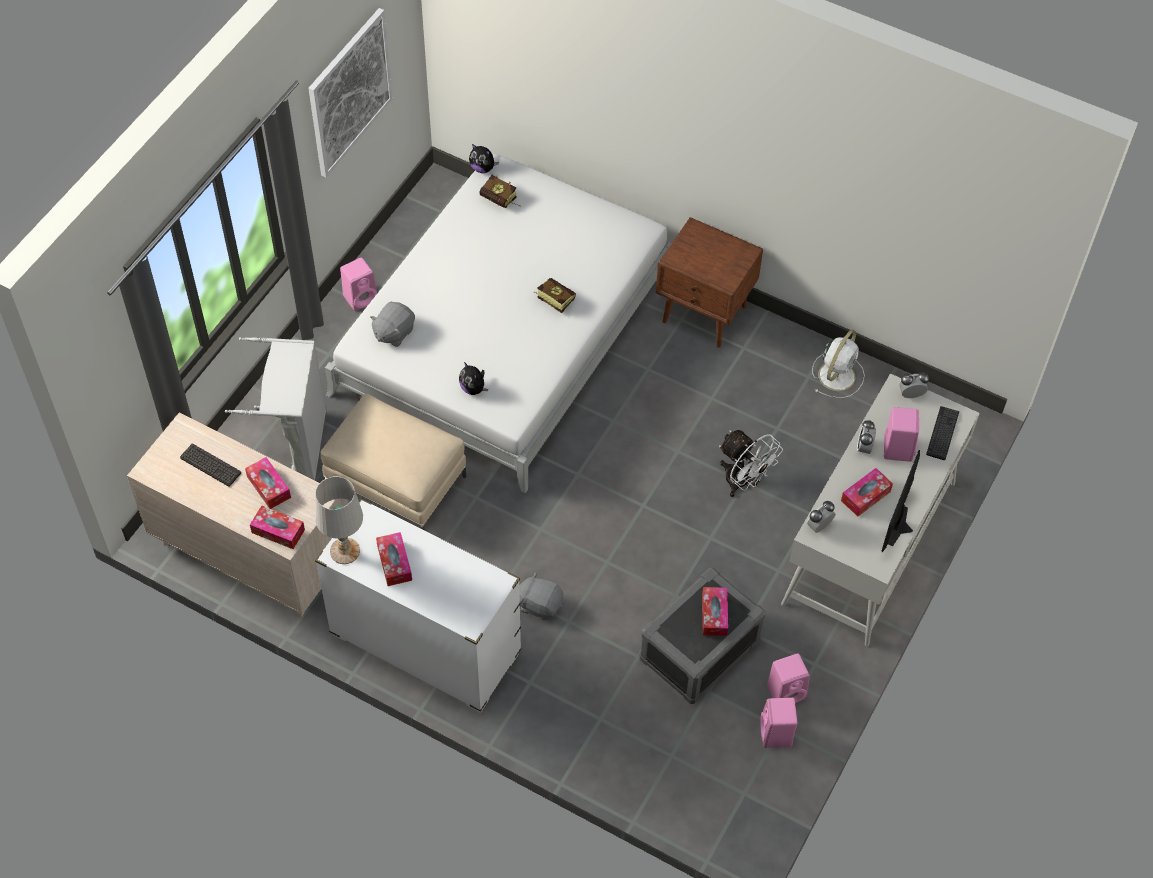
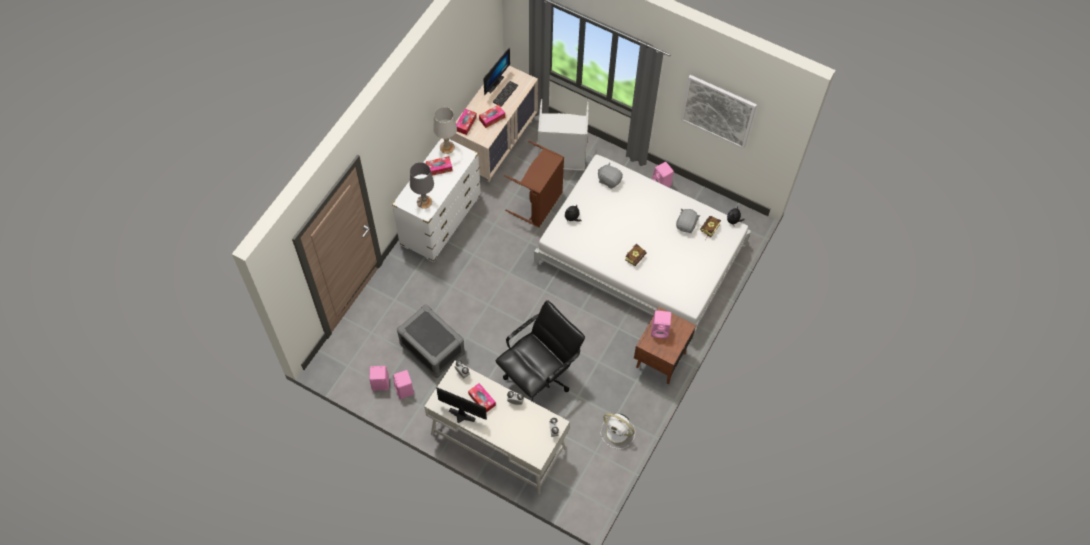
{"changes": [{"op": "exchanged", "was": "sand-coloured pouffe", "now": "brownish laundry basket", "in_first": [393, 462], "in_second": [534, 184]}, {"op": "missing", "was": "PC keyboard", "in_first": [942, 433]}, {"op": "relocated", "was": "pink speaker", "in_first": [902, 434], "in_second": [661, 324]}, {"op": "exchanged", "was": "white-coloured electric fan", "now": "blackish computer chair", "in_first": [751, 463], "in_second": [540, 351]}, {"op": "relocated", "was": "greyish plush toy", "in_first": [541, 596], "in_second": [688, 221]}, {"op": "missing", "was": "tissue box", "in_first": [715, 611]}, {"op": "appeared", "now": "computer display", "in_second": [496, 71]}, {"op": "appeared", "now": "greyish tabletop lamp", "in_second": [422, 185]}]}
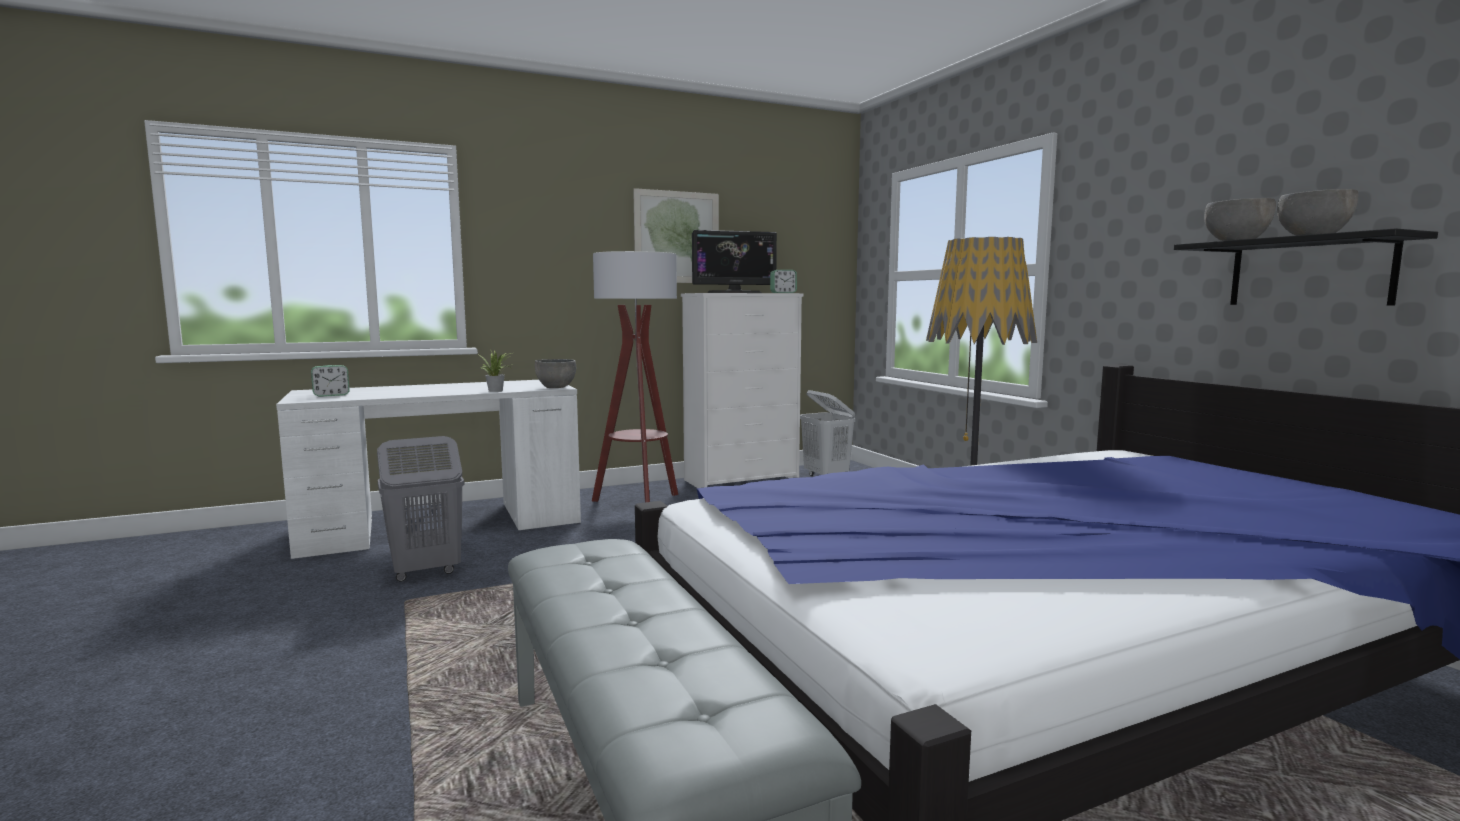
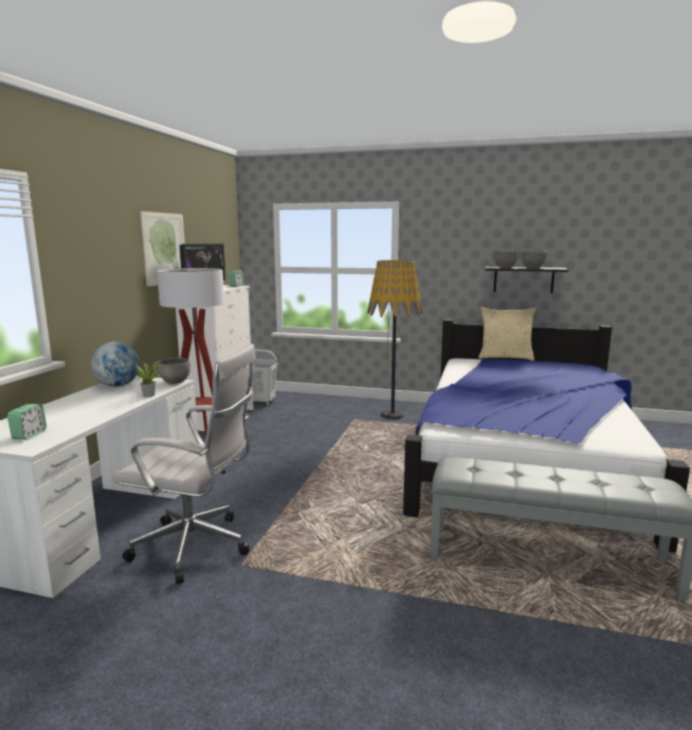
{"changes": [{"op": "exchanged", "was": "greyish laundry basket", "now": "white-coloured computer chair", "in_first": [421, 509], "in_second": [184, 464]}, {"op": "appeared", "now": "sand-coloured throw pillow", "in_second": [507, 334]}, {"op": "appeared", "now": "world globe", "in_second": [115, 364]}]}
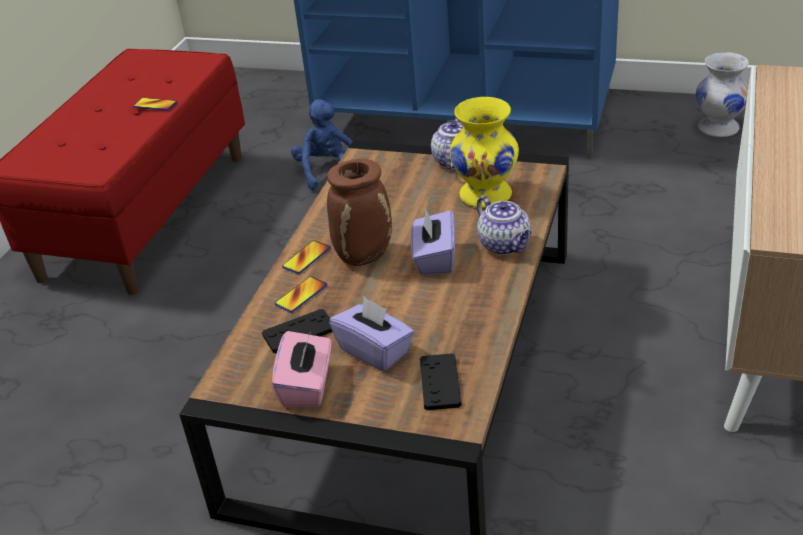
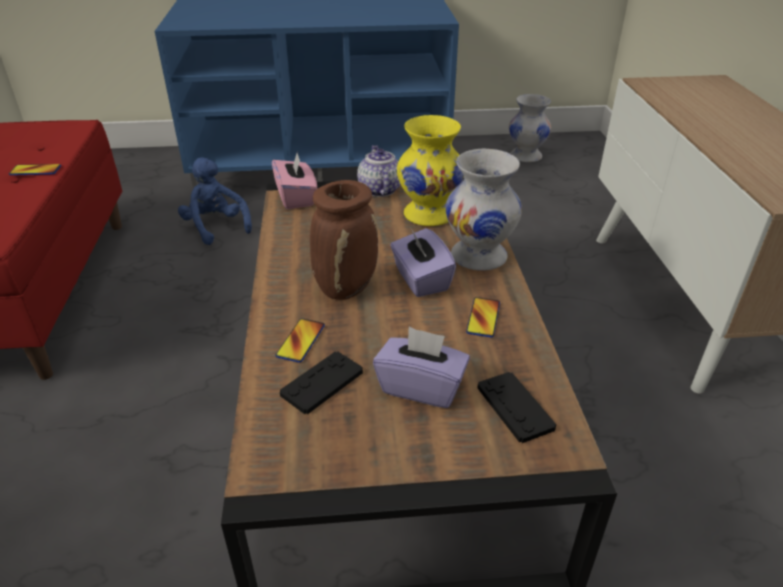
{"changes": [{"op": "exchanged", "was": "pot for tea", "now": "white-coloured vase", "in_first": [504, 225], "in_second": [484, 210]}, {"op": "relocated", "was": "telephone", "in_first": [306, 257], "in_second": [483, 317]}, {"op": "relocated", "was": "pink tissue box", "in_first": [301, 369], "in_second": [295, 181]}]}
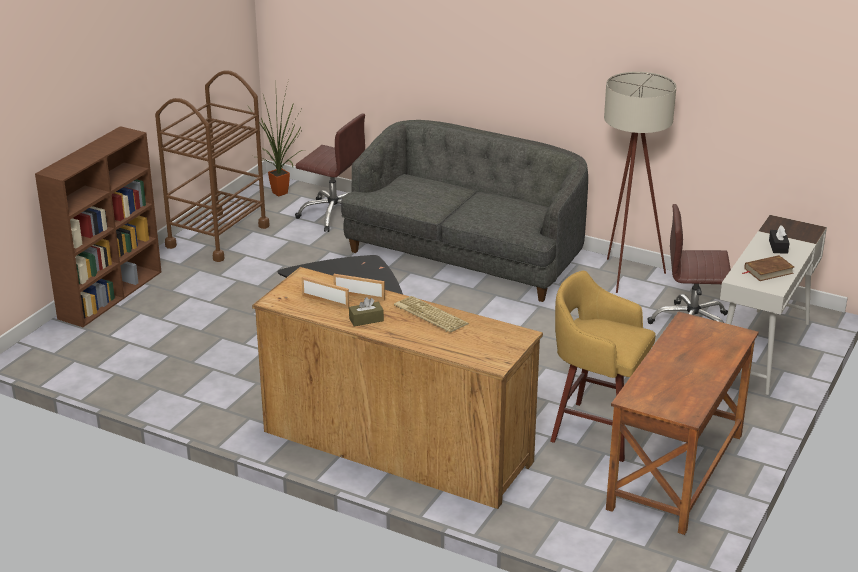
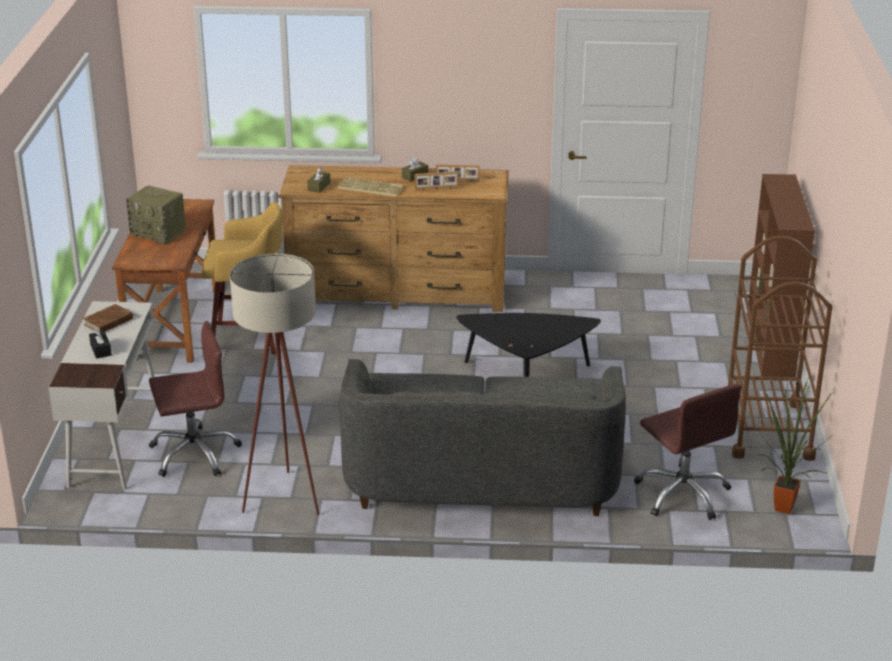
{"changes": [{"op": "spun", "was": "brownish computer chair", "in_first": [330, 172], "in_second": [688, 452], "clockwise": -120}, {"op": "appeared", "now": "brownish tissue box", "in_second": [318, 180]}, {"op": "appeared", "now": "radio", "in_second": [156, 215]}]}
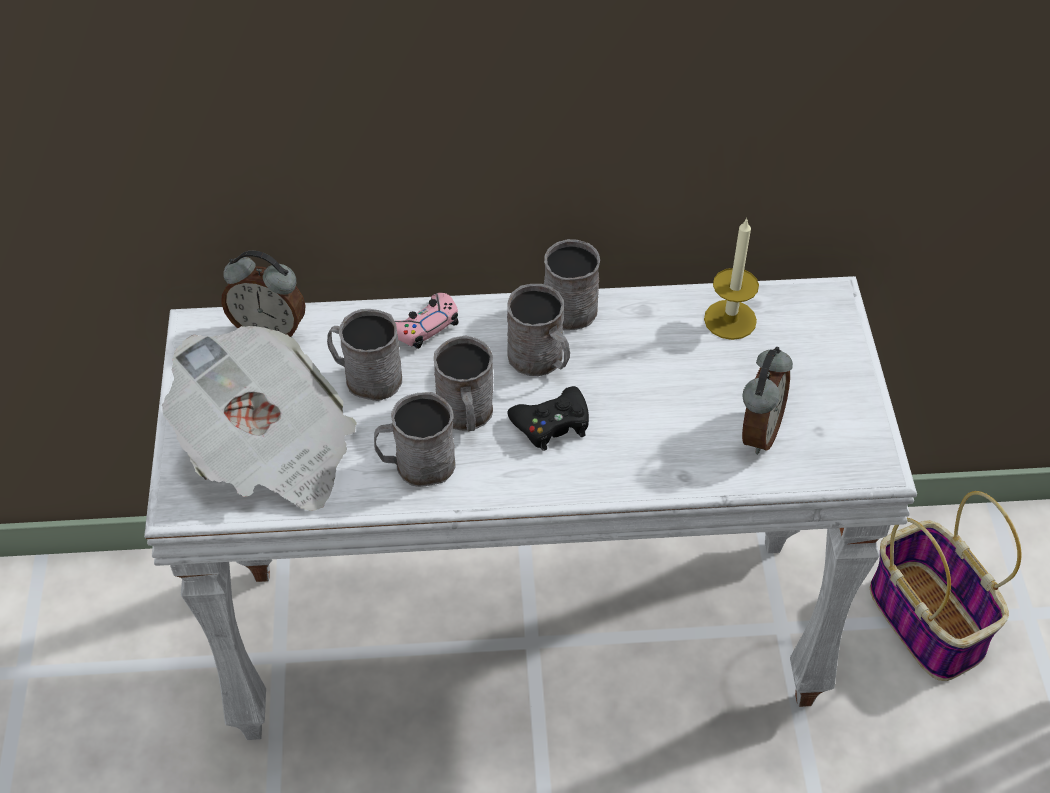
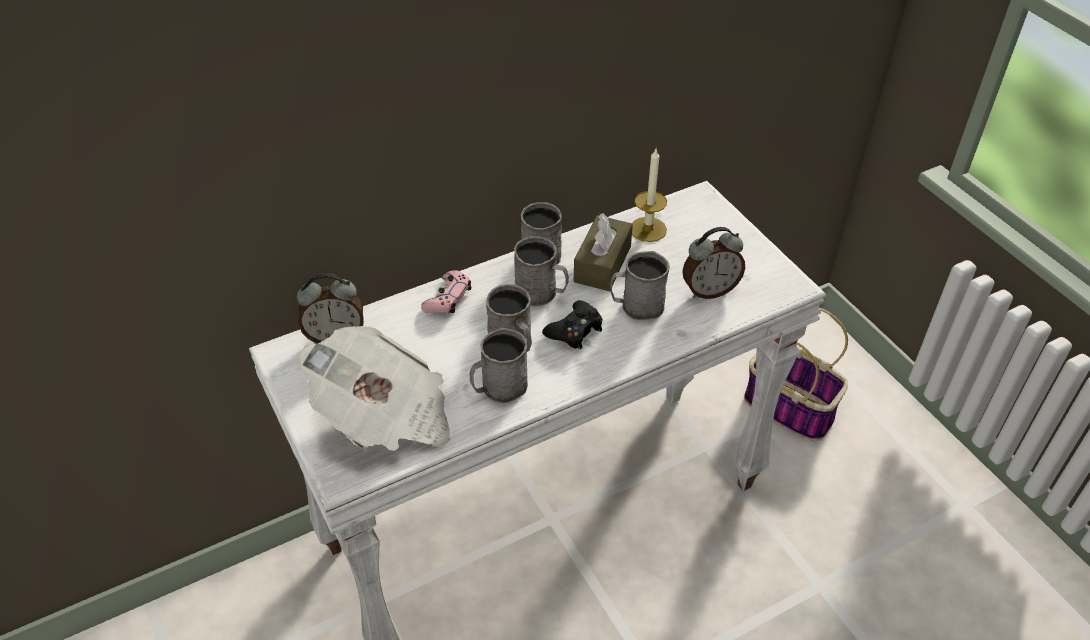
{"changes": [{"op": "relocated", "was": "greyish coffee mug", "in_first": [364, 355], "in_second": [640, 285]}, {"op": "spun", "was": "alarm clock", "in_first": [767, 400], "in_second": [713, 263], "clockwise": 75}, {"op": "appeared", "now": "brownish tissue box", "in_second": [603, 252]}]}
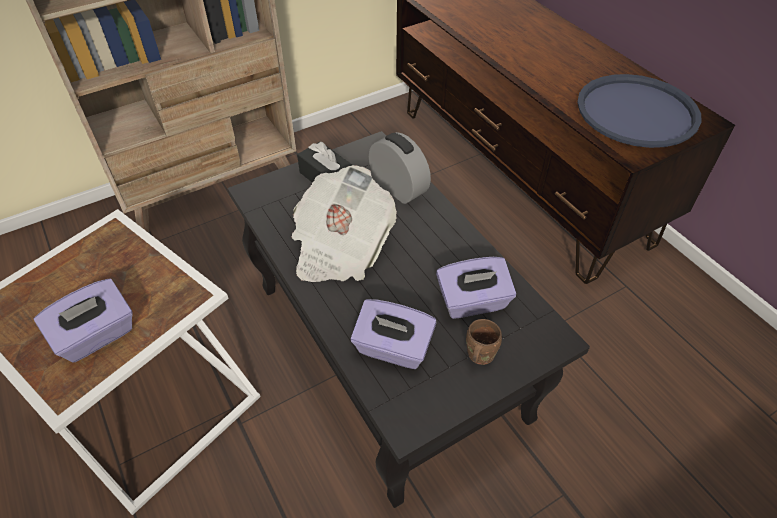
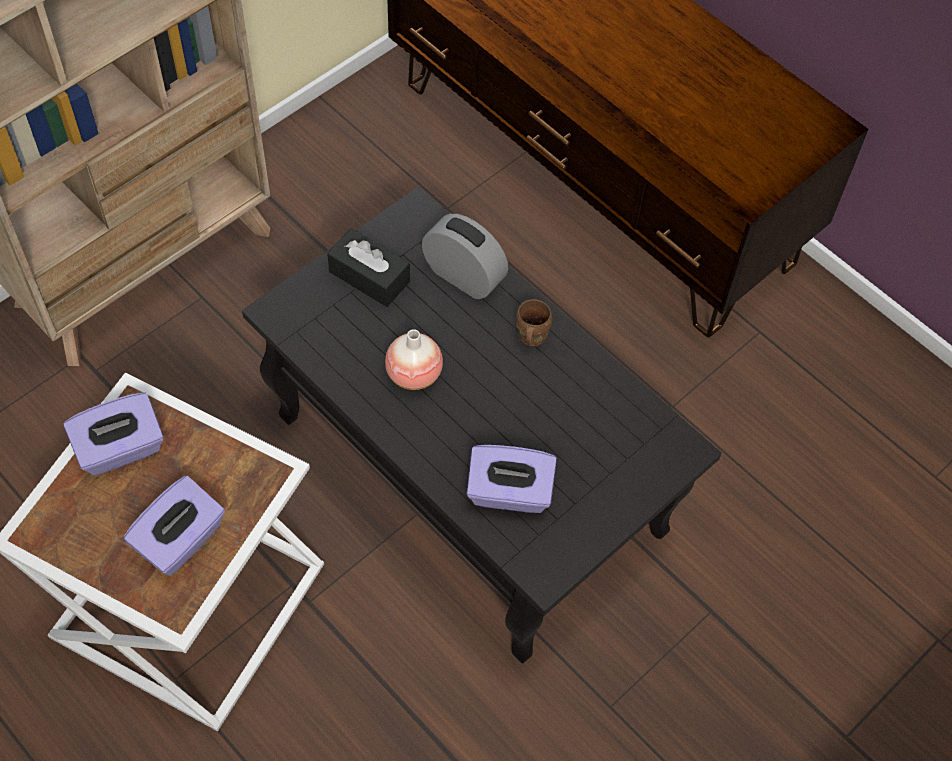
{"changes": [{"op": "missing", "was": "bluish serving tray", "in_first": [639, 111]}, {"op": "exchanged", "was": "daily paper", "now": "vase", "in_first": [344, 223], "in_second": [414, 359]}, {"op": "relocated", "was": "purple-coloured tissue box", "in_first": [476, 288], "in_second": [114, 434]}, {"op": "relocated", "was": "brownish coffee mug", "in_first": [484, 342], "in_second": [534, 322]}]}
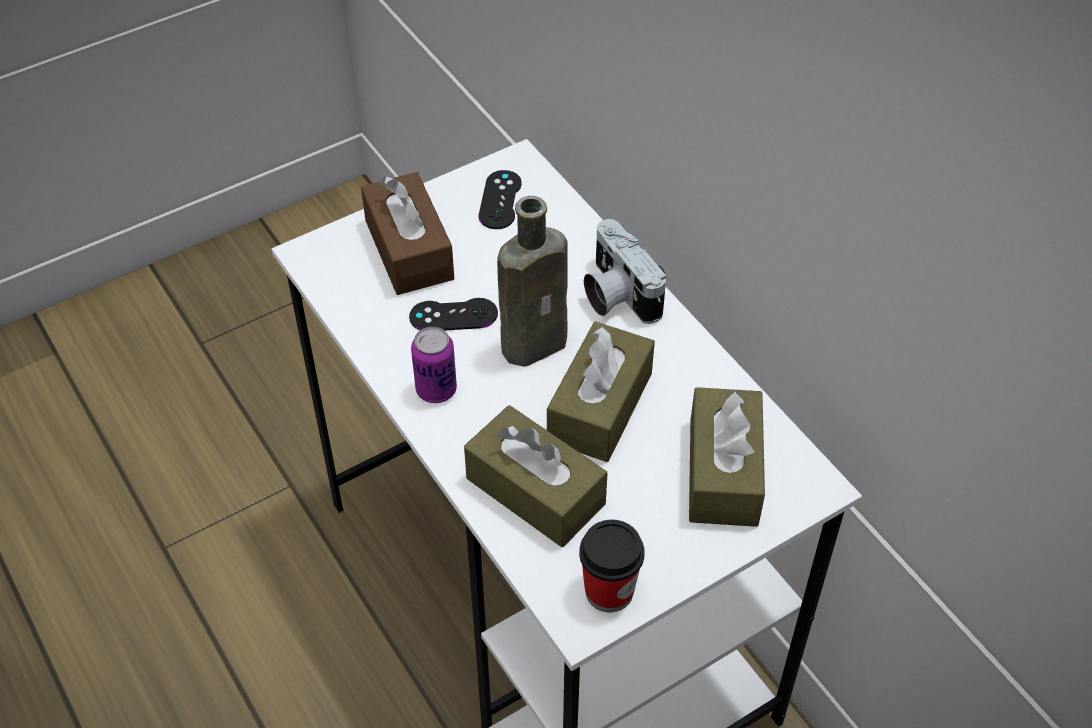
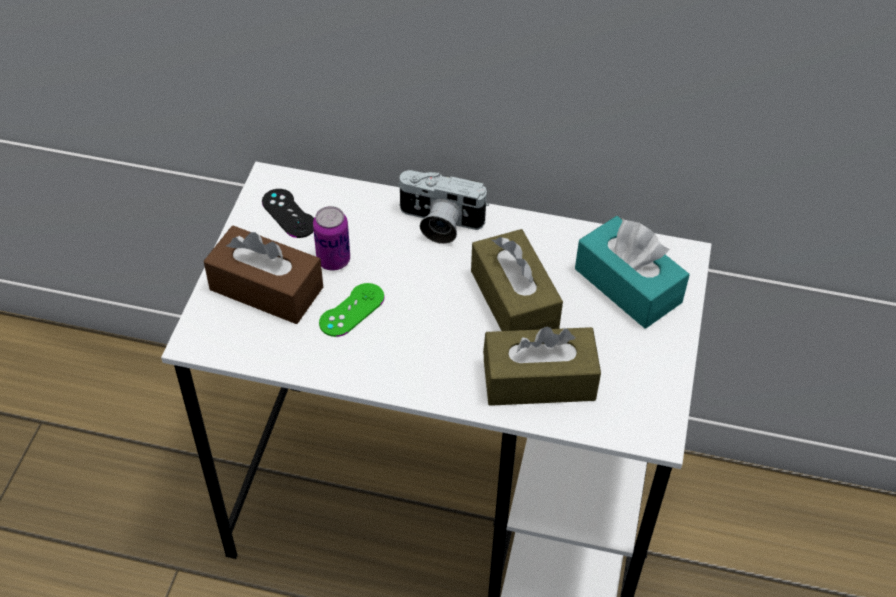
{"changes": [{"op": "missing", "was": "brownish drink bottle", "in_first": [532, 281]}, {"op": "colour", "was": "blackish gamepad", "now": "greenish gamepad", "in_first": [453, 314], "in_second": [352, 310]}, {"op": "relocated", "was": "metal can", "in_first": [434, 365], "in_second": [331, 238]}, {"op": "colour", "was": "brownish tissue box", "now": "turquoise tissue box", "in_first": [727, 457], "in_second": [632, 272]}, {"op": "missing", "was": "cup", "in_first": [612, 566]}]}
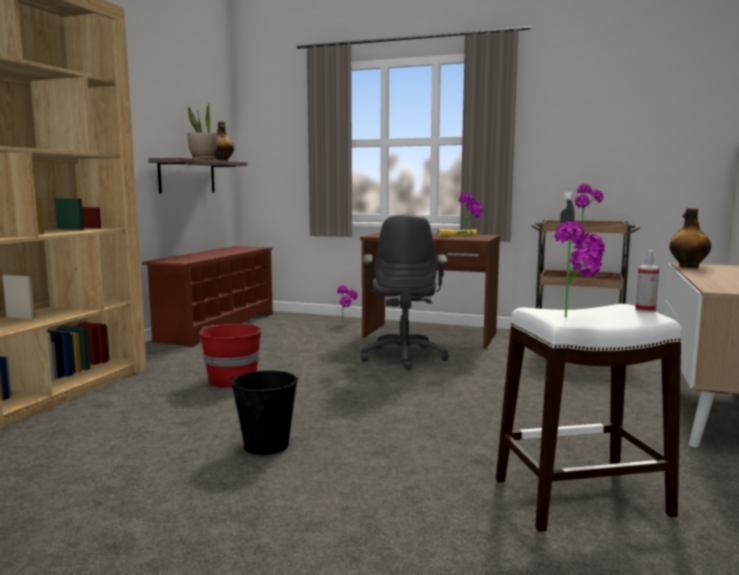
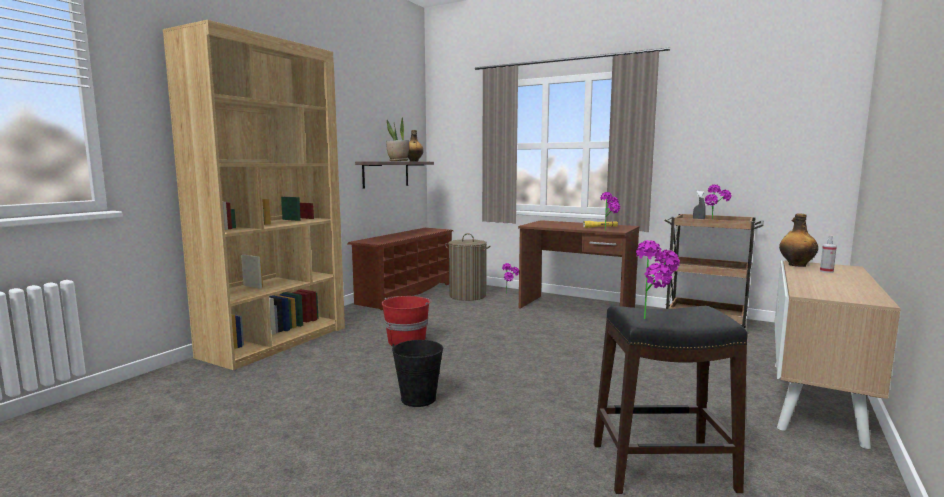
{"changes": [{"op": "missing", "was": "greyish computer chair", "in_first": [405, 292]}, {"op": "relocated", "was": "hand sprayer", "in_first": [647, 281], "in_second": [828, 254]}, {"op": "colour", "was": "white-coloured stool", "now": "blackish stool", "in_first": [589, 418], "in_second": [671, 400]}, {"op": "appeared", "now": "laundry basket", "in_second": [467, 267]}]}
